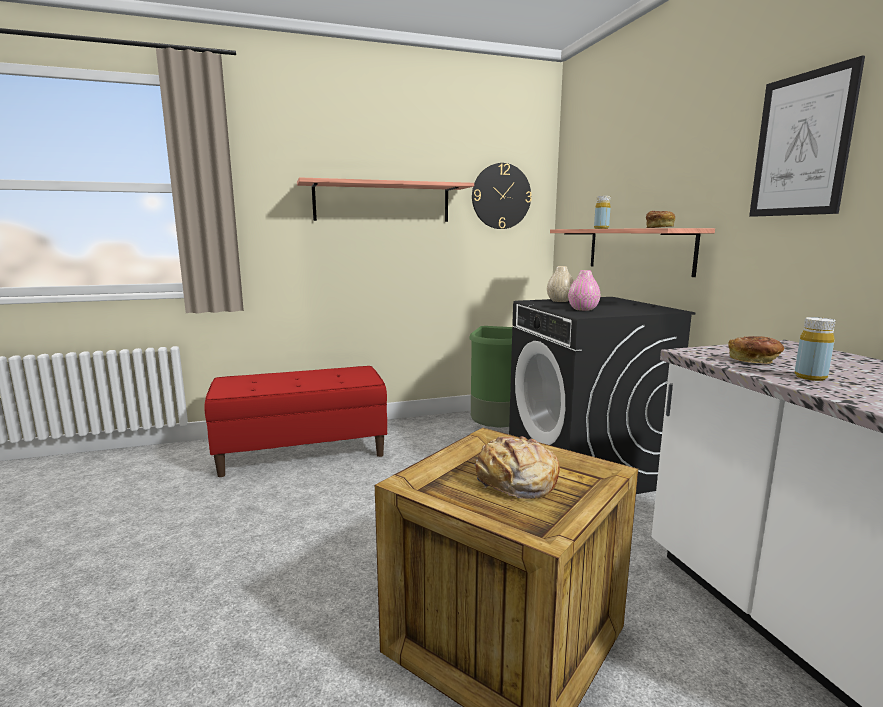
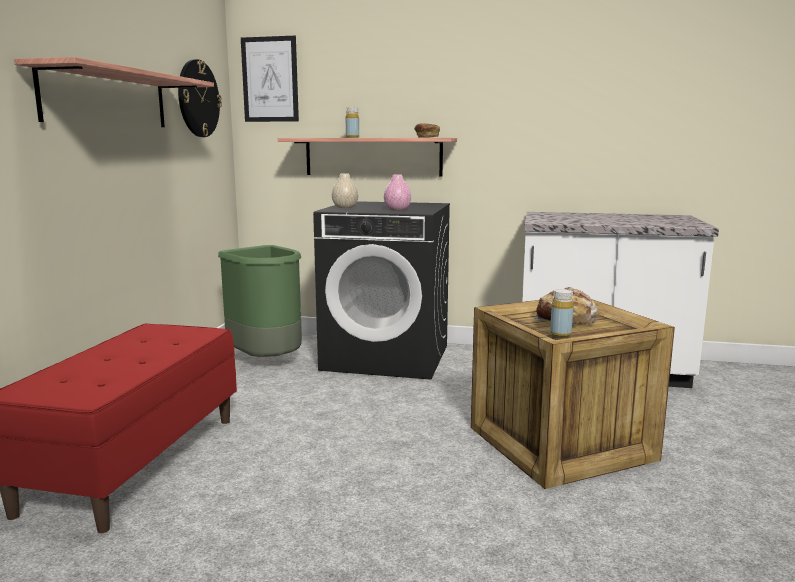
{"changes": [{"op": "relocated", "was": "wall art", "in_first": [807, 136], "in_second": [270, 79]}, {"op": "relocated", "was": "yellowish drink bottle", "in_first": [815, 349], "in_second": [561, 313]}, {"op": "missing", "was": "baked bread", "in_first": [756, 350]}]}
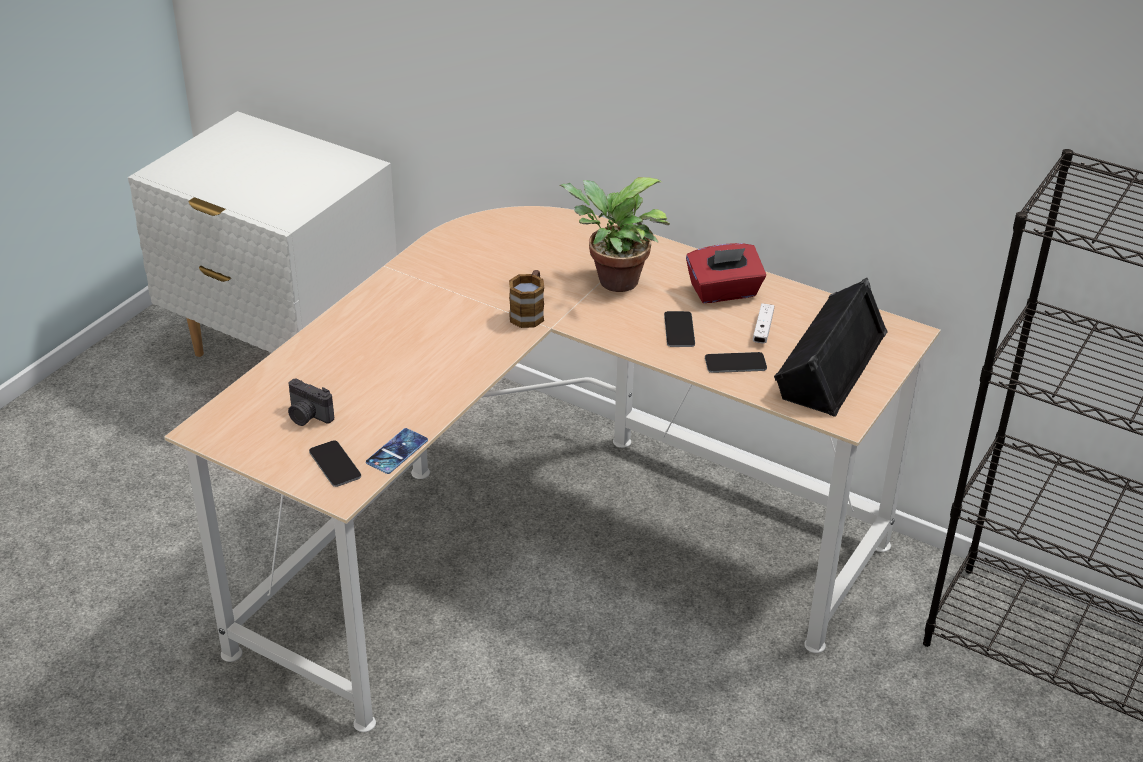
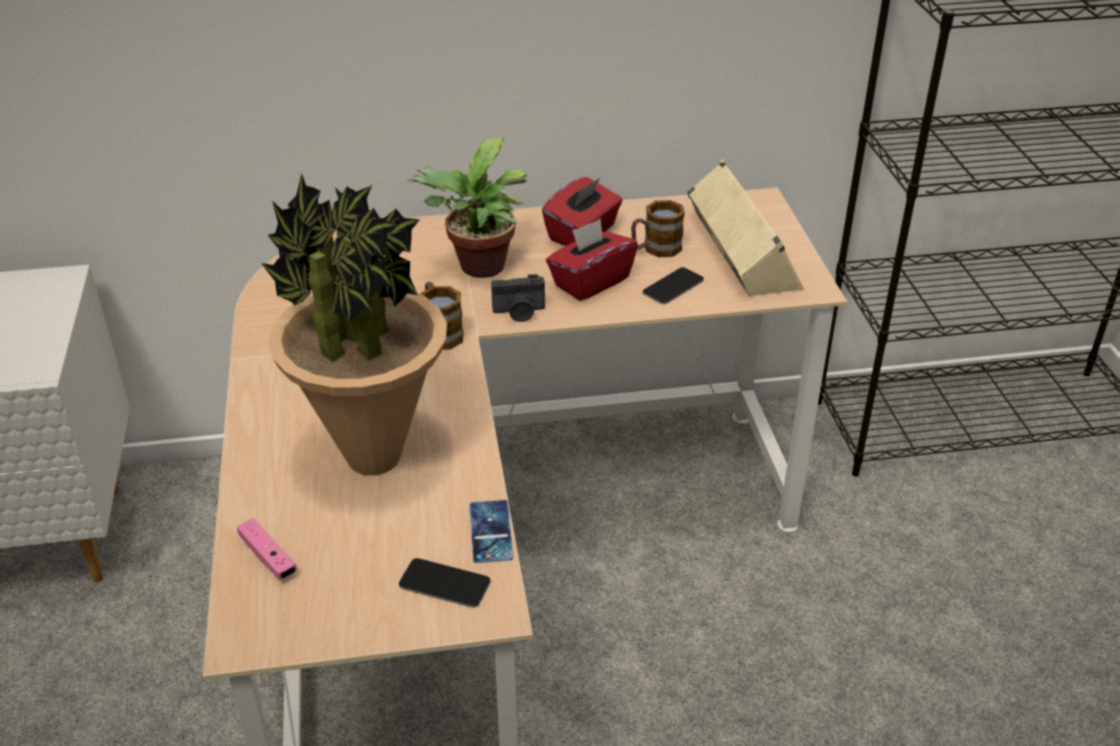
{"changes": [{"op": "colour", "was": "blackish speaker", "now": "sand-coloured speaker", "in_first": [831, 347], "in_second": [745, 228]}, {"op": "exchanged", "was": "white-coloured gamepad", "now": "coffee mug", "in_first": [763, 323], "in_second": [658, 228]}, {"op": "exchanged", "was": "telephone", "now": "red-coloured tissue box", "in_first": [679, 329], "in_second": [592, 260]}, {"op": "relocated", "was": "photo camera", "in_first": [311, 402], "in_second": [518, 298]}, {"op": "appeared", "now": "plant in a pot", "in_second": [354, 324]}, {"op": "appeared", "now": "pink gamepad", "in_second": [267, 549]}]}
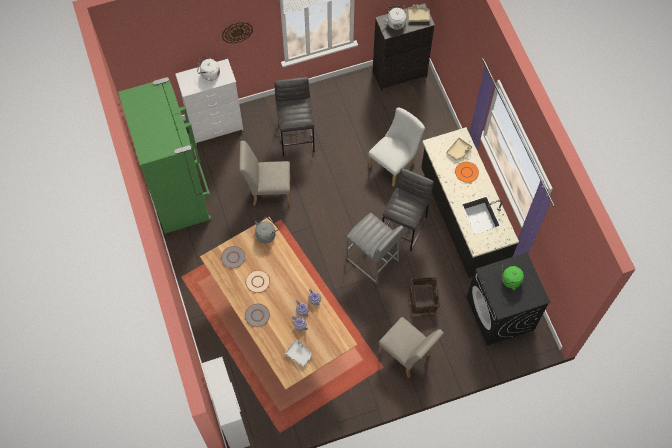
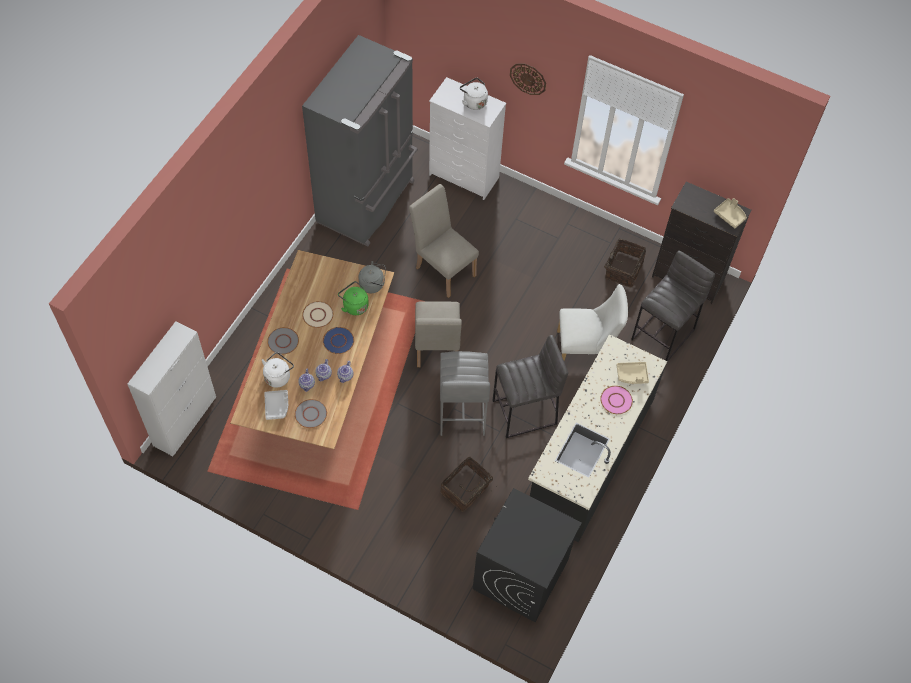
{"changes": [{"op": "relocated", "was": "white-coloured tea kettle", "in_first": [395, 17], "in_second": [278, 370]}, {"op": "colour", "was": "greenish refrigerator", "now": "greyish refrigerator", "in_first": [165, 155], "in_second": [360, 141]}, {"op": "relocated", "was": "greyish stool", "in_first": [294, 116], "in_second": [673, 306]}, {"op": "colour", "was": "orangey dinner plate", "now": "pink dinner plate", "in_first": [467, 172], "in_second": [616, 400]}, {"op": "relocated", "was": "greyish dinner plate", "in_first": [233, 257], "in_second": [311, 413]}, {"op": "relocated", "was": "greenish tea kettle", "in_first": [513, 277], "in_second": [353, 298]}, {"op": "relocated", "was": "sand-coloured chair", "in_first": [411, 347], "in_second": [438, 334]}, {"op": "appeared", "now": "basket", "in_second": [623, 263]}, {"op": "appeared", "now": "bluish dinner plate", "in_second": [338, 340]}]}
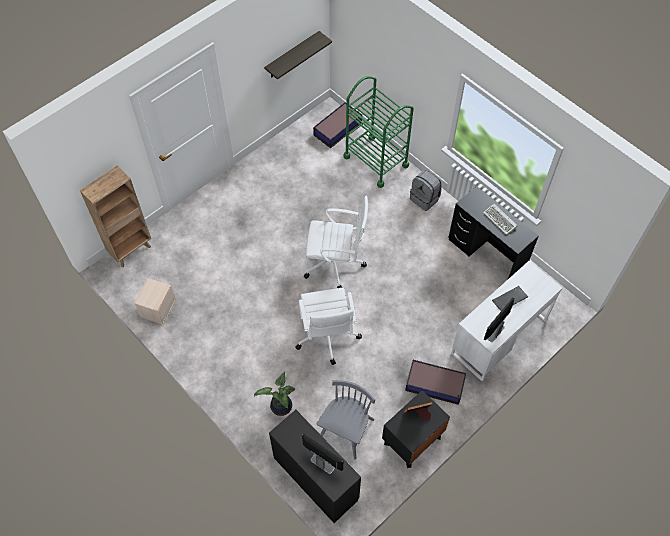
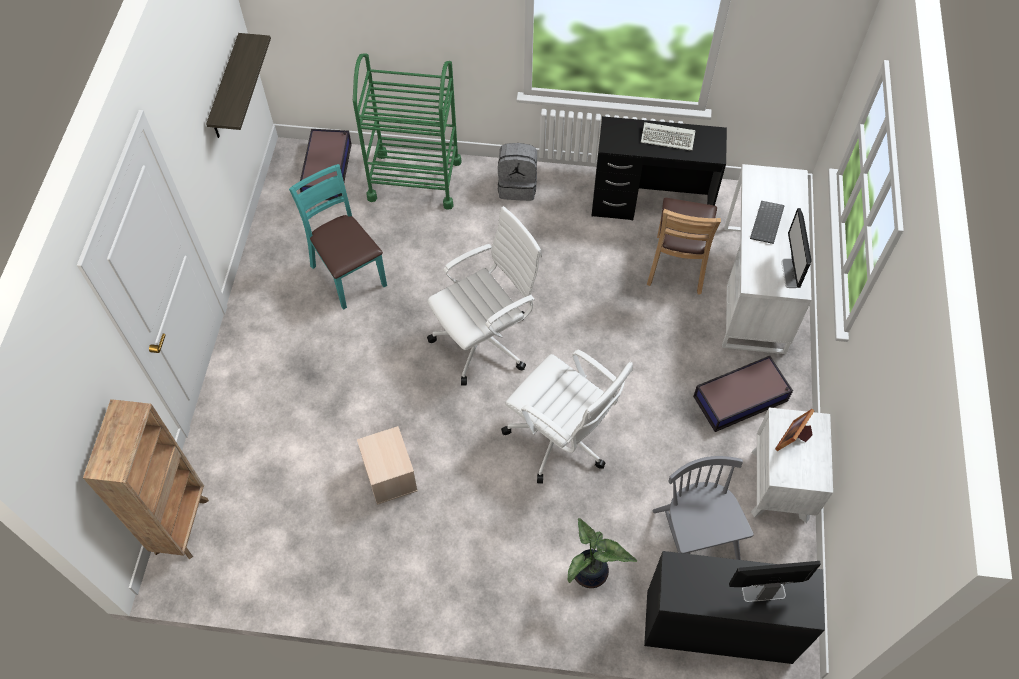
{"changes": [{"op": "relocated", "was": "sand-coloured storage box", "in_first": [155, 301], "in_second": [387, 465]}, {"op": "colour", "was": "blackish bedside table", "now": "white-coloured bedside table", "in_first": [416, 429], "in_second": [792, 465]}, {"op": "appeared", "now": "turquoise chair", "in_second": [338, 237]}, {"op": "appeared", "now": "brownish chair", "in_second": [684, 246]}]}
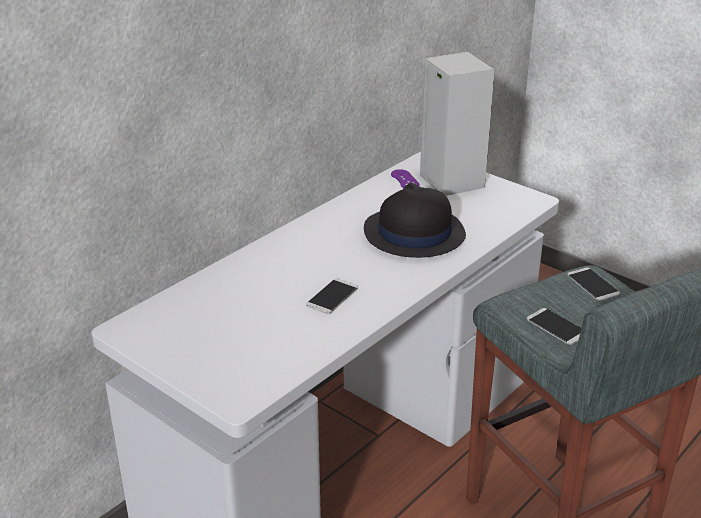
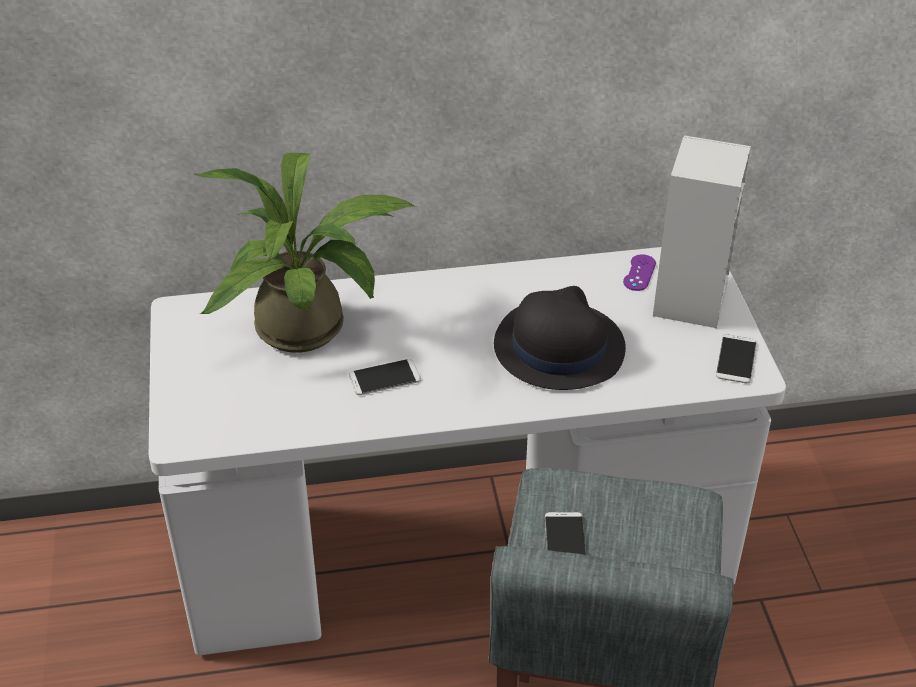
{"changes": [{"op": "relocated", "was": "telephone", "in_first": [593, 284], "in_second": [736, 358]}, {"op": "appeared", "now": "plant in a pot", "in_second": [305, 253]}]}
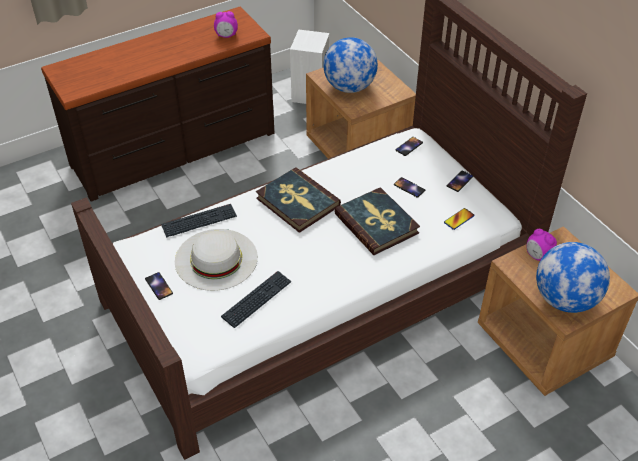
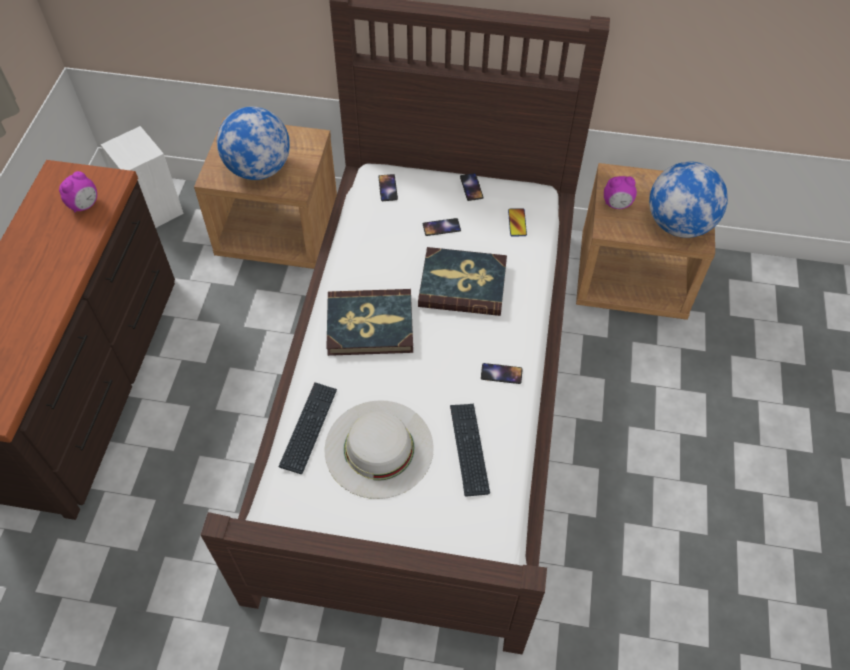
{"changes": [{"op": "relocated", "was": "telephone", "in_first": [159, 286], "in_second": [502, 373]}]}
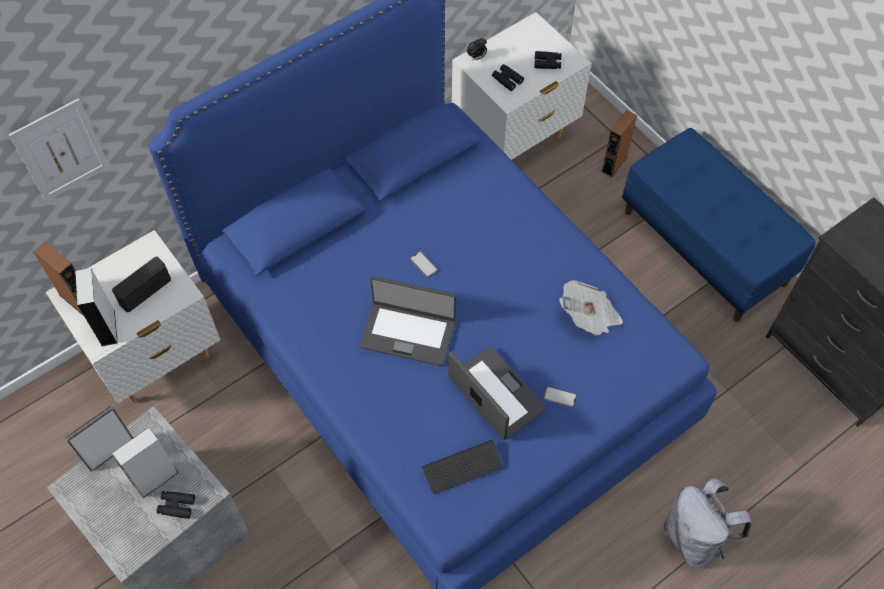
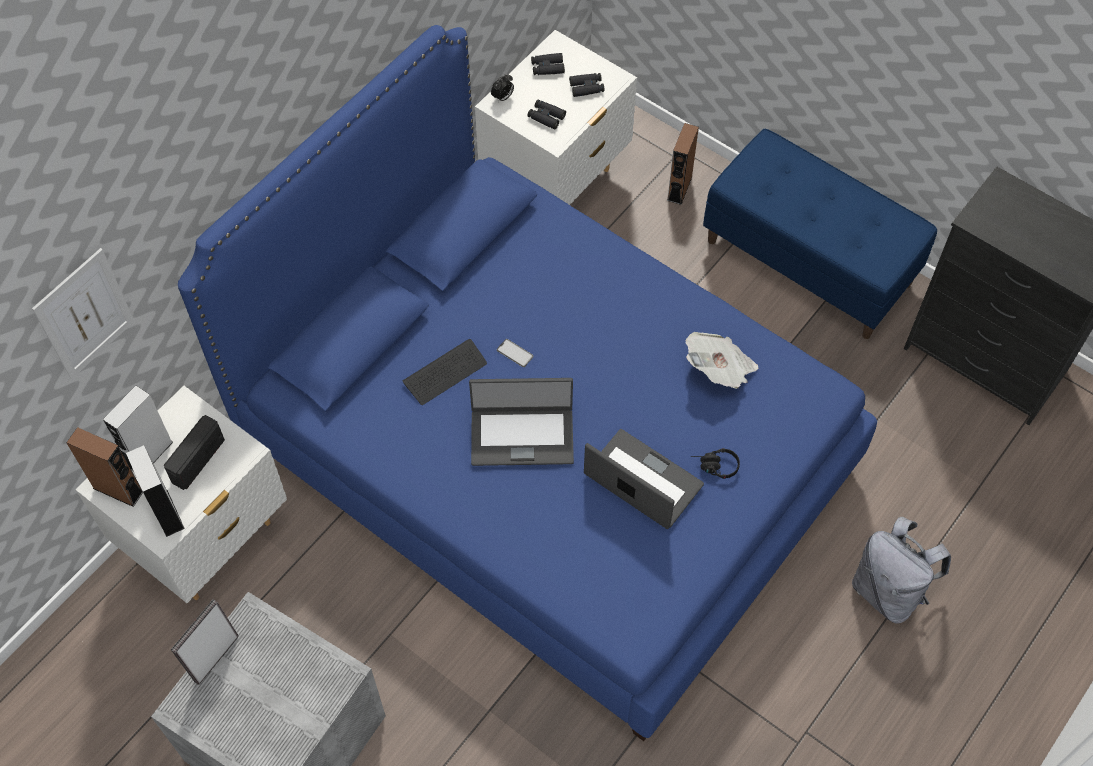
{"changes": [{"op": "exchanged", "was": "telephone", "now": "blackish pair of headphones", "in_first": [560, 397], "in_second": [715, 463]}, {"op": "relocated", "was": "greyish speaker", "in_first": [145, 463], "in_second": [138, 428]}, {"op": "relocated", "was": "PC keyboard", "in_first": [462, 467], "in_second": [445, 372]}, {"op": "relocated", "was": "blackish binoculars", "in_first": [176, 505], "in_second": [548, 64]}]}
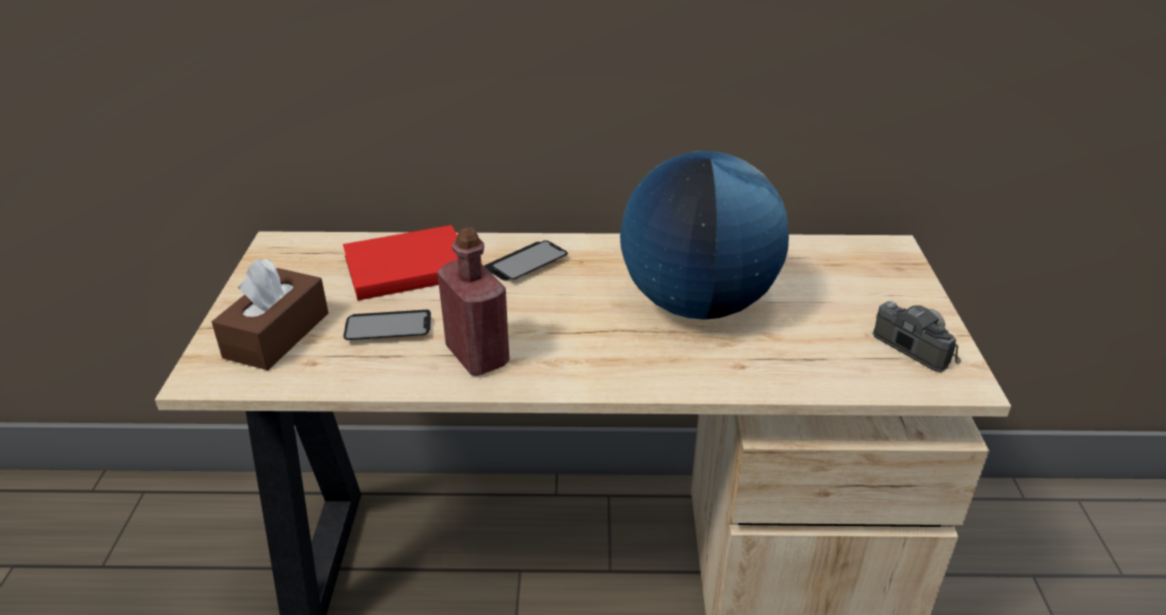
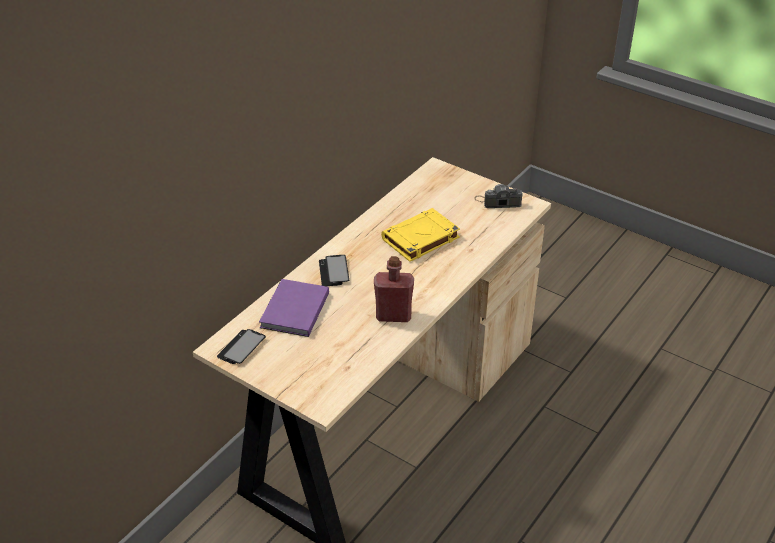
{"changes": [{"op": "exchanged", "was": "world globe", "now": "yellowish volume", "in_first": [704, 235], "in_second": [420, 235]}, {"op": "colour", "was": "red-coloured volume", "now": "purple-coloured volume", "in_first": [400, 262], "in_second": [294, 308]}, {"op": "missing", "was": "brownish tissue box", "in_first": [270, 314]}, {"op": "relocated", "was": "telephone", "in_first": [387, 325], "in_second": [241, 346]}]}
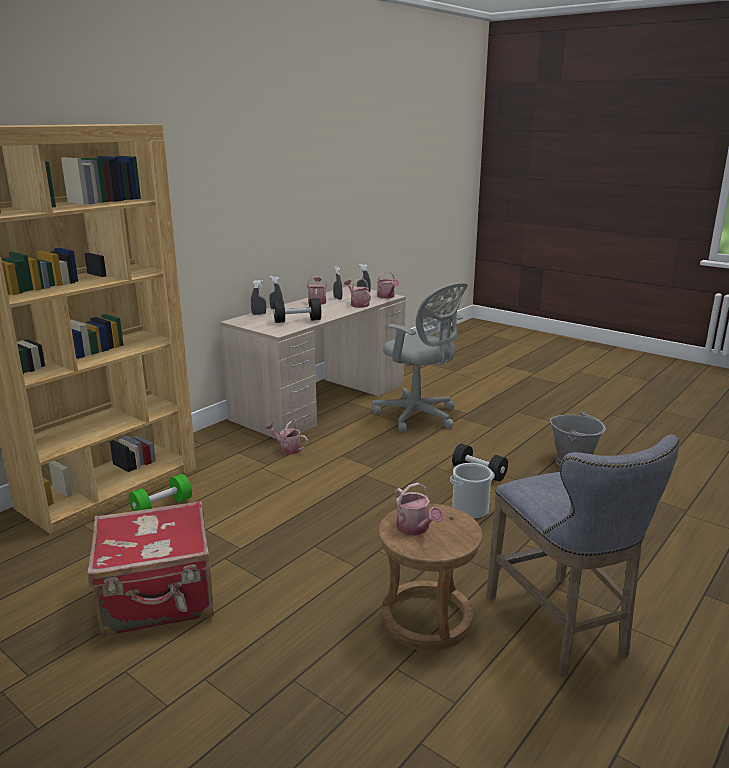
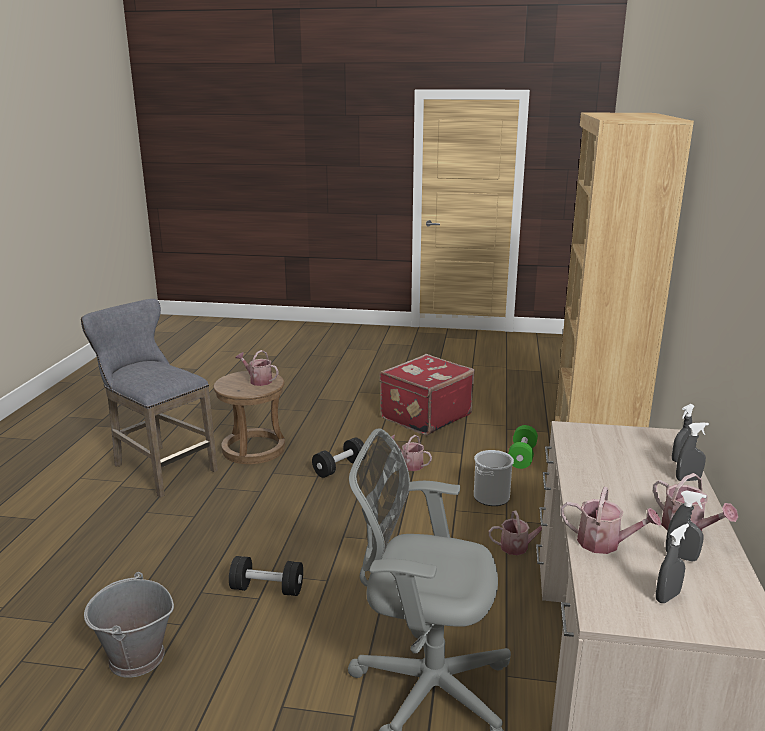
{"changes": [{"op": "relocated", "was": "sprinkling can", "in_first": [388, 285], "in_second": [411, 453]}, {"op": "relocated", "was": "blackish dumbbell", "in_first": [297, 310], "in_second": [338, 457]}, {"op": "relocated", "was": "water bucket", "in_first": [472, 491], "in_second": [494, 478]}]}
